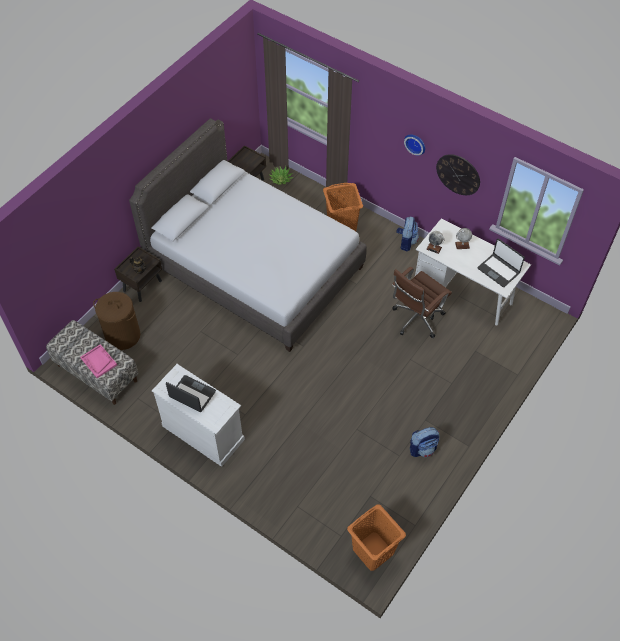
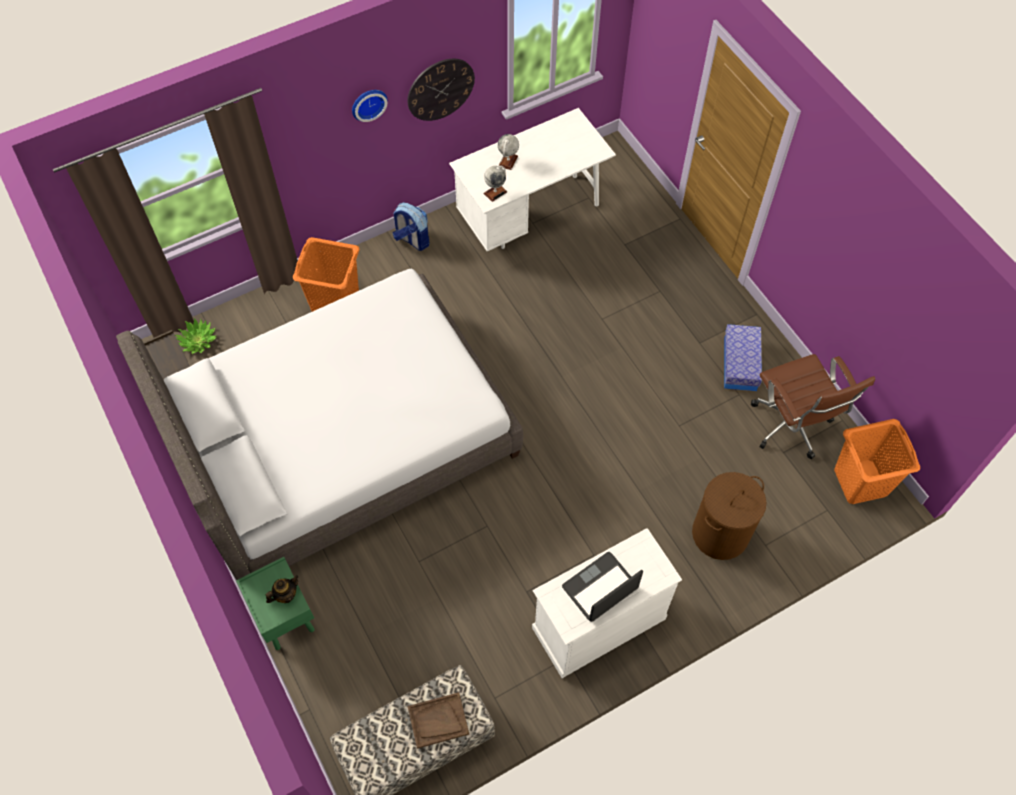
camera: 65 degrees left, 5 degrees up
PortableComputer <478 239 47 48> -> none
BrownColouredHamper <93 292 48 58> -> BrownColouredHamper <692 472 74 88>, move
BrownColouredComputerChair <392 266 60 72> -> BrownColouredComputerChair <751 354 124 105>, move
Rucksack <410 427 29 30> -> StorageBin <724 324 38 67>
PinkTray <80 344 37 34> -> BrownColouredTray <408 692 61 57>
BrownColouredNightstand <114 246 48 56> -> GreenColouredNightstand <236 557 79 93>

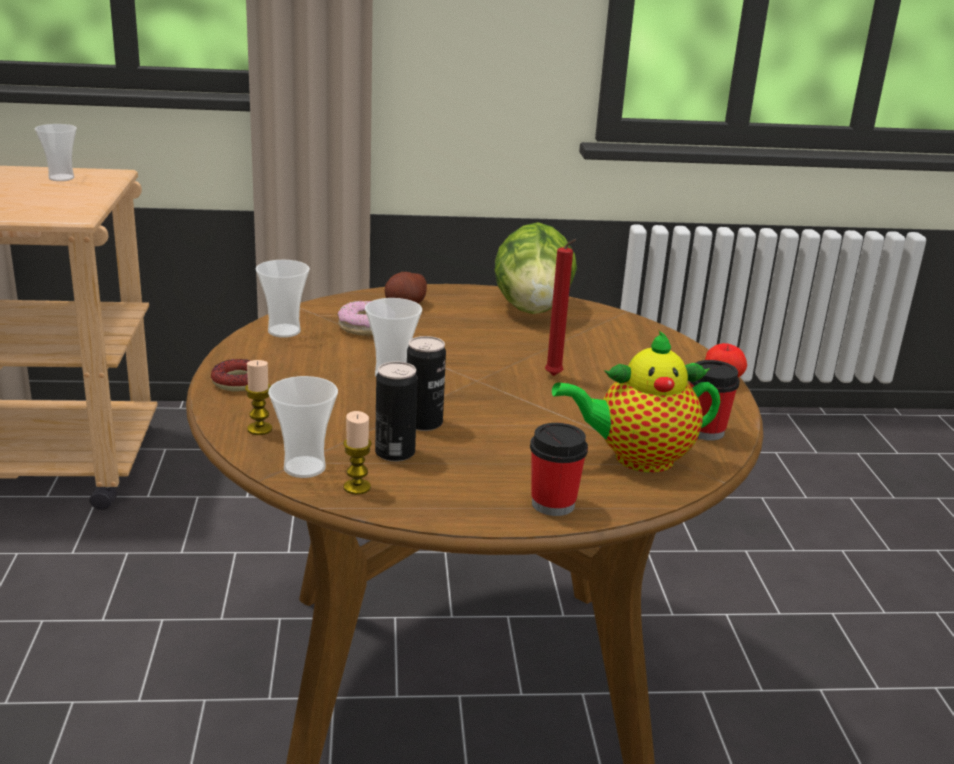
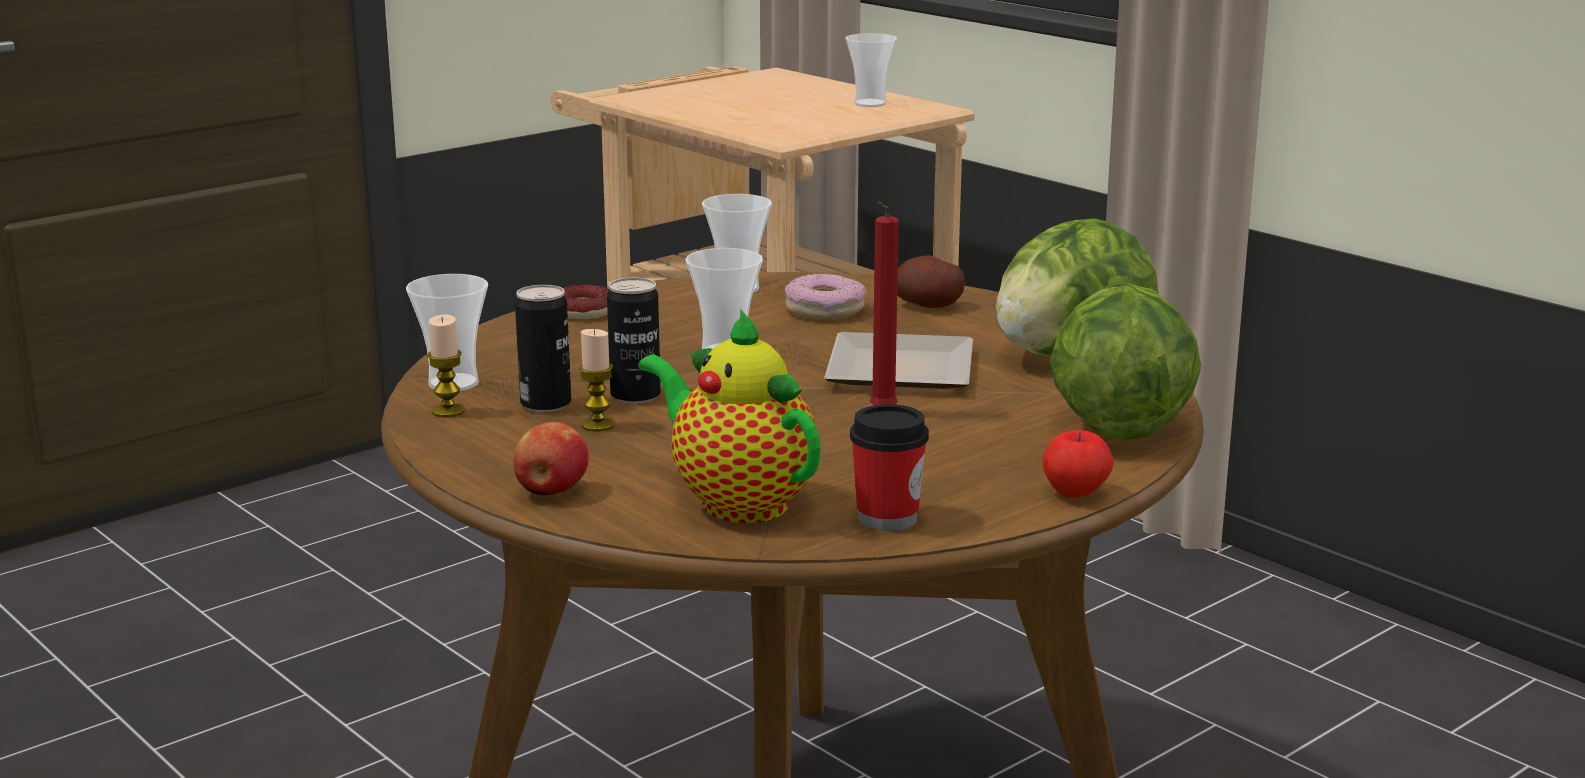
camera: 55 degrees right, 5 degrees down
none -> DinnerPlate <824 332 149 57>
none -> HeadOfLettuce <1050 283 151 159>
WaxCandle <245 360 27 75> -> WaxCandle <579 329 36 103>, move
DrinkingCup <530 423 58 93> -> Apple <513 422 76 74>

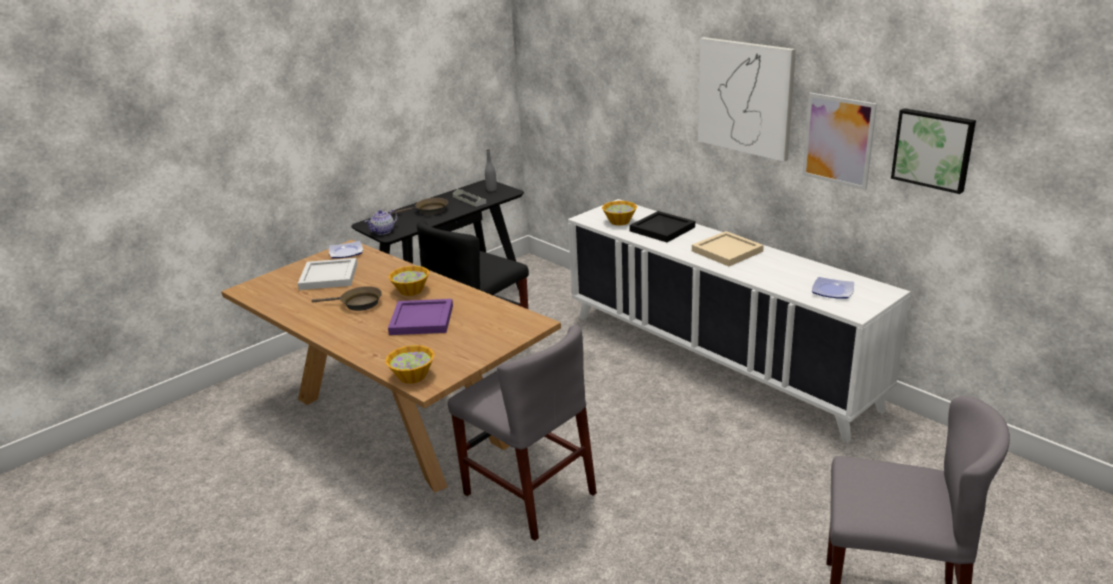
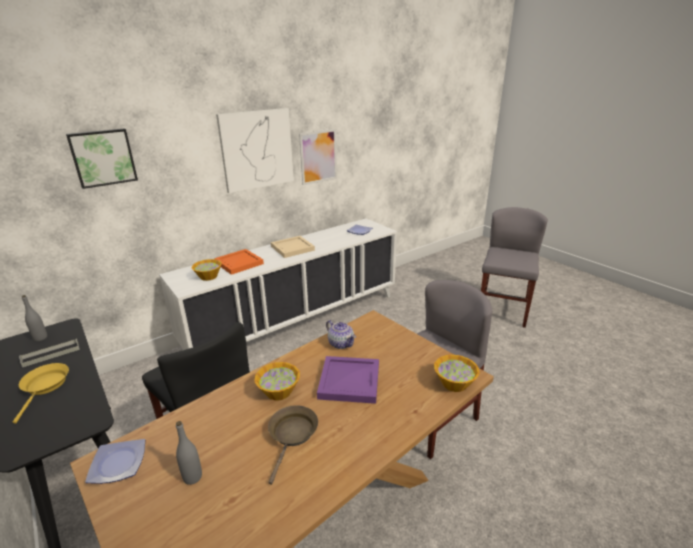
camera: 85 degrees left, 0 degrees up
TeaPot <364 210 34 25> -> TeaPot <326 320 30 29>, move
WallPicture <891 108 85 86> -> WallPicture <66 129 72 60>, move
WhitishTray <298 258 59 32> -> GreyBottle <176 421 26 64>
BrownColouredSkillet <391 198 57 17> -> YellowSkillet <13 363 56 61>
BlackishTray <629 211 66 31> -> OrangeColouredTray <214 249 50 26>

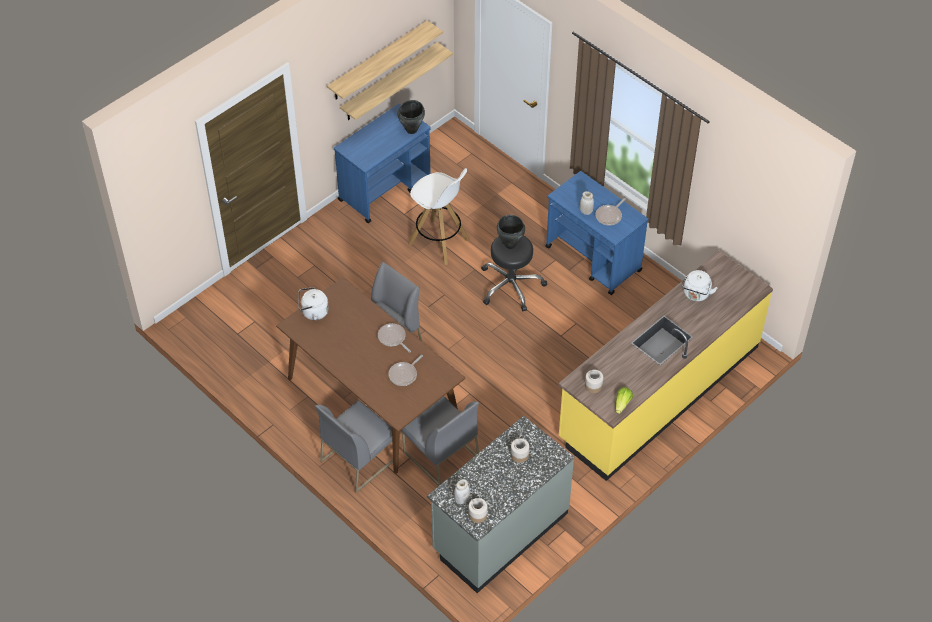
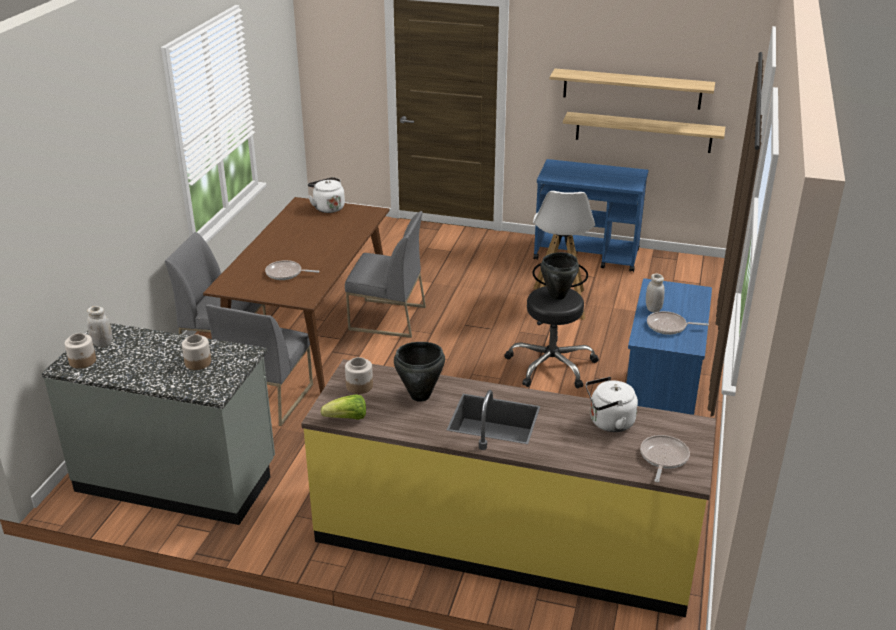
camera: 60 degrees right, 20 degrees down
Skillet <378 323 33 30> -> Skillet <640 435 50 47>, move
BlackishCookingPot <397 100 28 34> -> BlackishCookingPot <394 342 51 60>, move

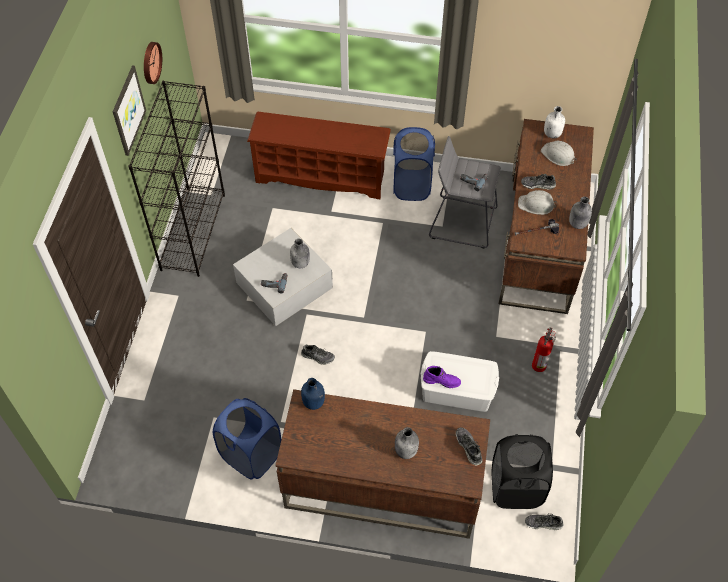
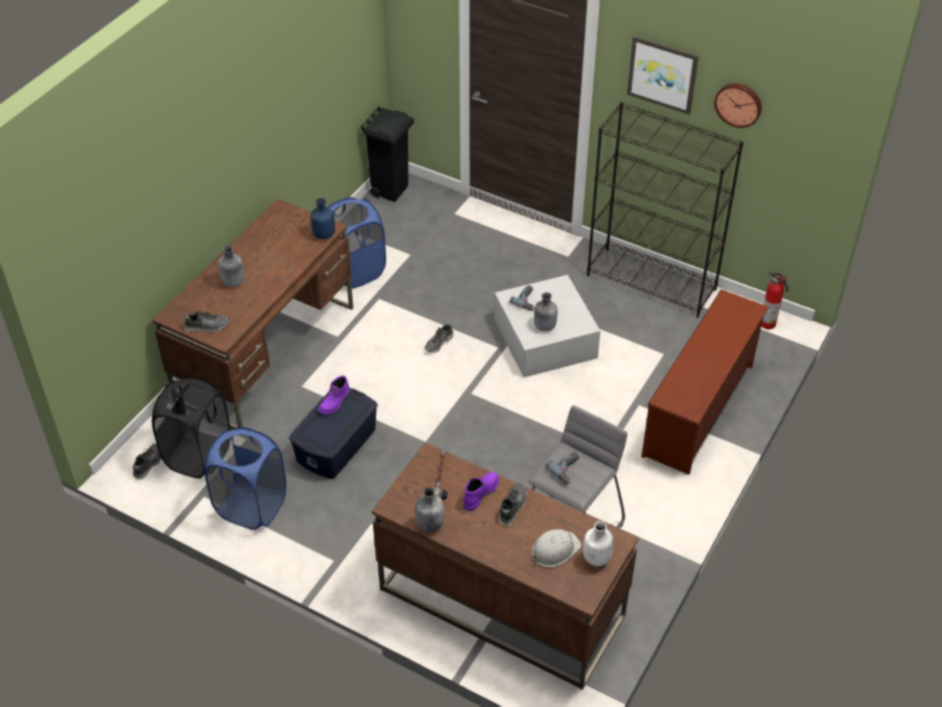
camera: 110 degrees right, 10 degrees down
none -> BlackishTrashCan <361 106 53 96>
BlueHamper <393 127 42 74> -> BlueHamper <205 427 81 103>, move
Extinguisher <532 327 24 45> -> Extinguisher <761 272 28 58>, move
WhitishHardHat <518 190 39 25> -> PurpleColouredHighTopBoot <463 472 36 39>
WhitishStorageBin <420 351 79 61> -> BlueStorageBin <289 388 89 91>

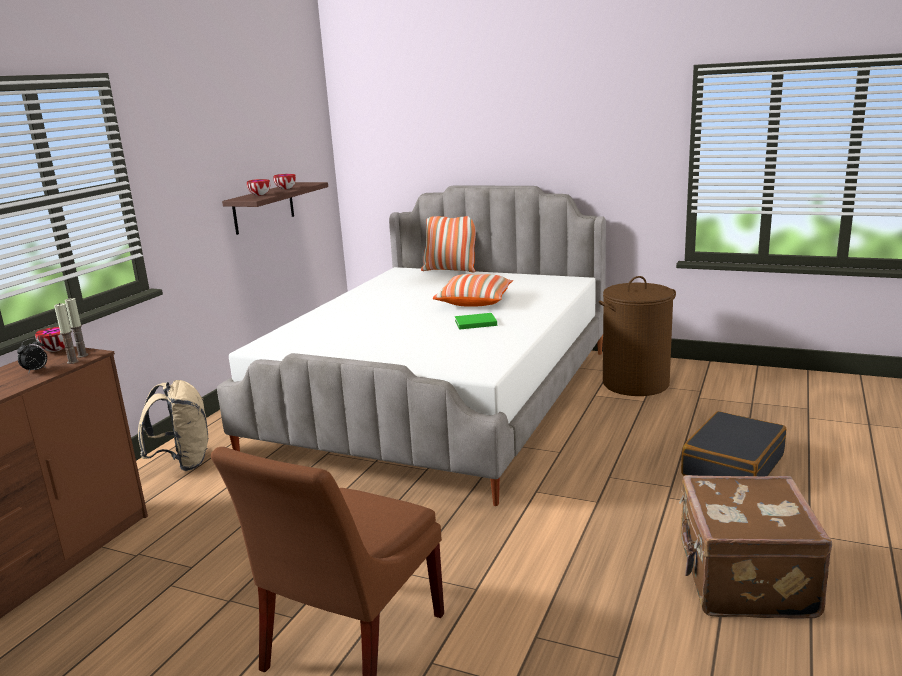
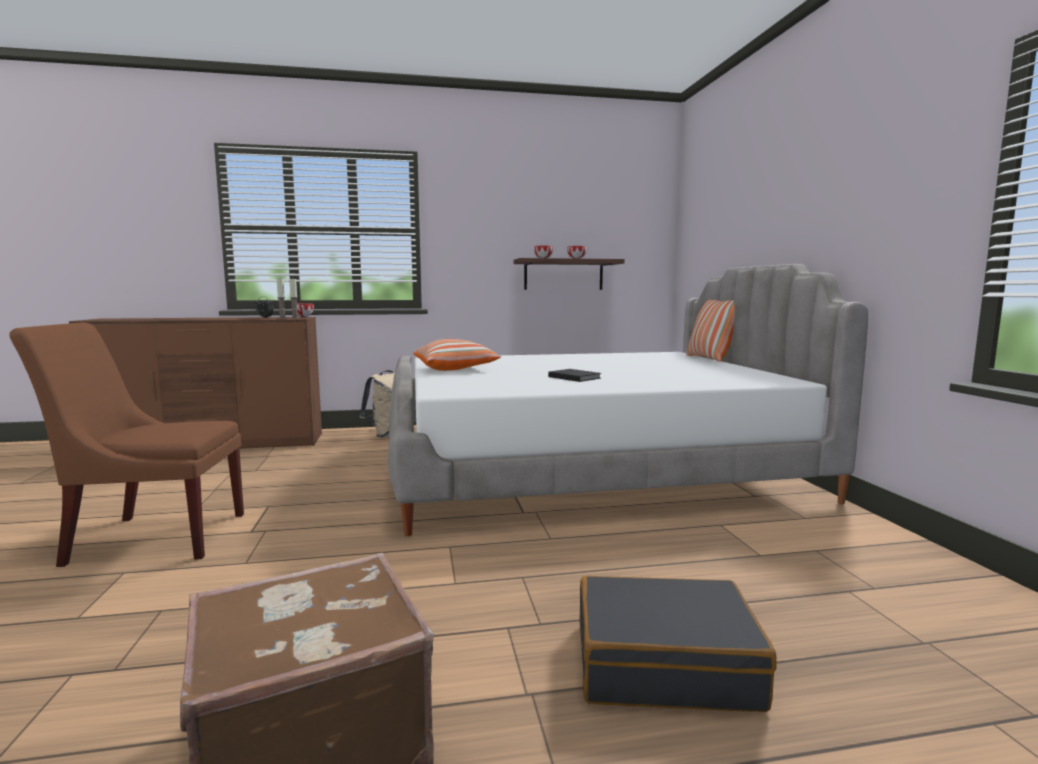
camera: 55 degrees right, 10 degrees down
BrownColouredHamper <599 276 77 120> -> none
Pillow <433 274 80 33> -> Pillow <413 339 88 32>, move
GreenColouredBook <455 313 42 17> -> BlackishBook <548 369 53 13>

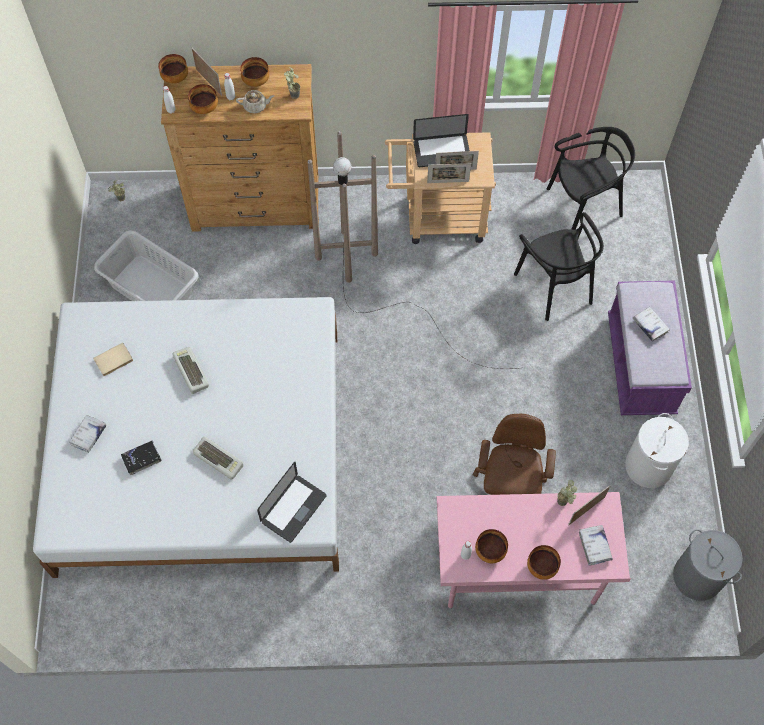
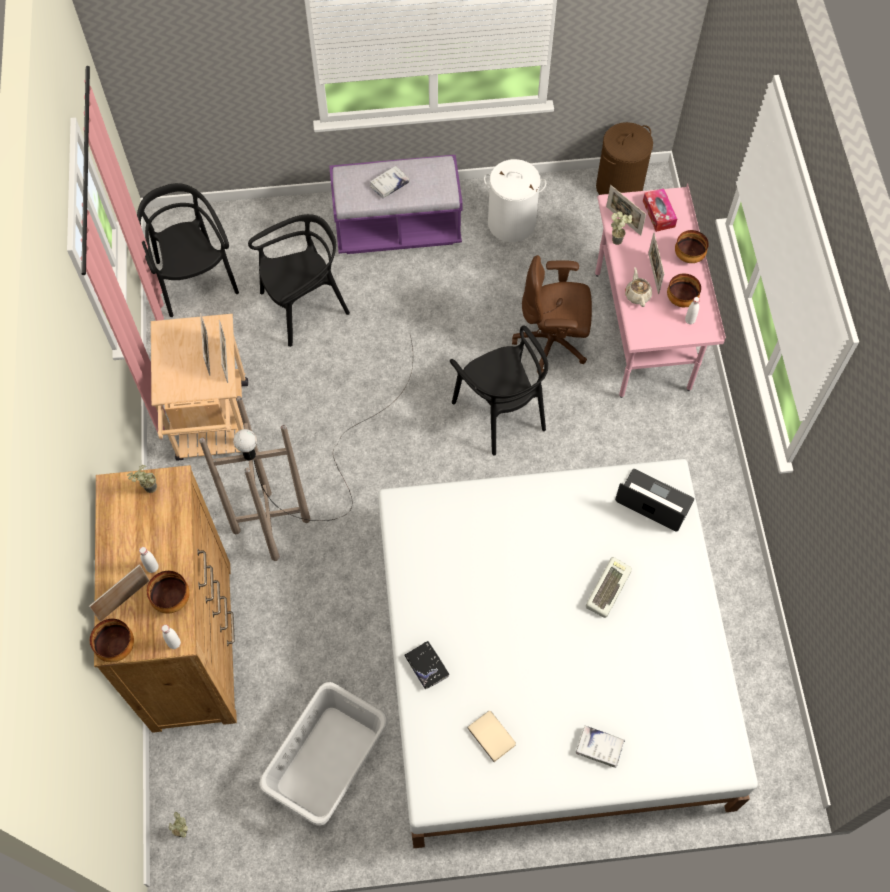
camera: 95 degrees left, 0 degrees up
ComputerKeyboard <172 347 37 47> -> none
DeepDish <240 57 29 30> -> none
PortableComputer <413 114 57 53> -> none
none -> BlackishUprightChair <450 326 98 129>
none -> StandingFrame <648 233 17 61>
BlackishBook <121 441 40 34> -> BlackishBook <405 640 44 49>, move
BeigeColouredTeaPot <236 90 38 23> -> BeigeColouredTeaPot <625 267 27 40>, move
WhitishBook <579 525 34 40> -> TissueHolder <643 188 34 44>
GreyHamper <673 529 70 72> -> BrownColouredHamper <596 122 57 73>

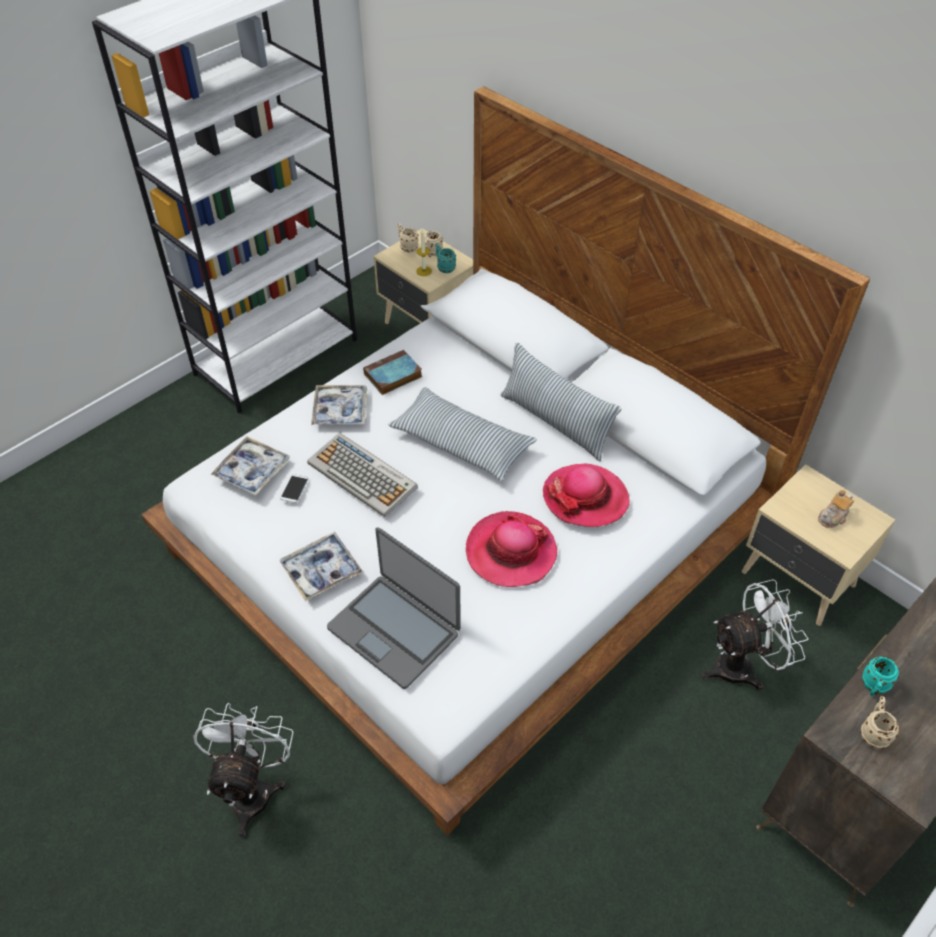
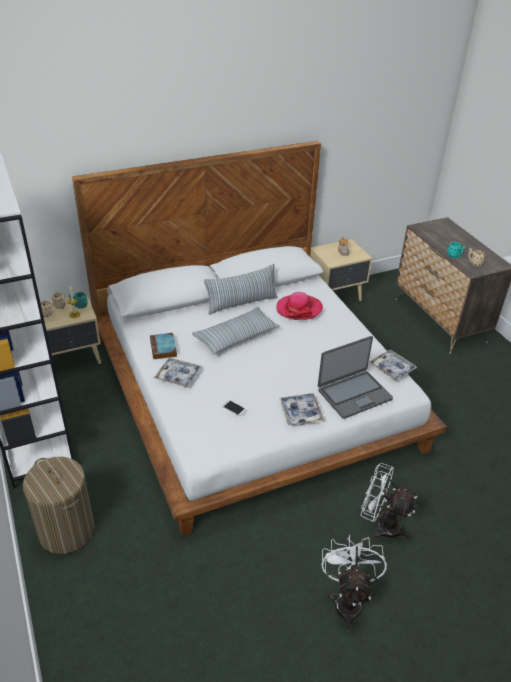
camera: 70 degrees left, 10 degrees down
ComputerKeyboard <307 433 111 84> -> none
ClothingHat <466 511 92 76> -> none
none -> Hamper <23 457 71 97>
Tray <210 437 80 59> -> Tray <369 350 49 31>, move
WhitishCoolingFan <702 579 107 112> -> WhitishCoolingFan <322 535 65 97>, move

